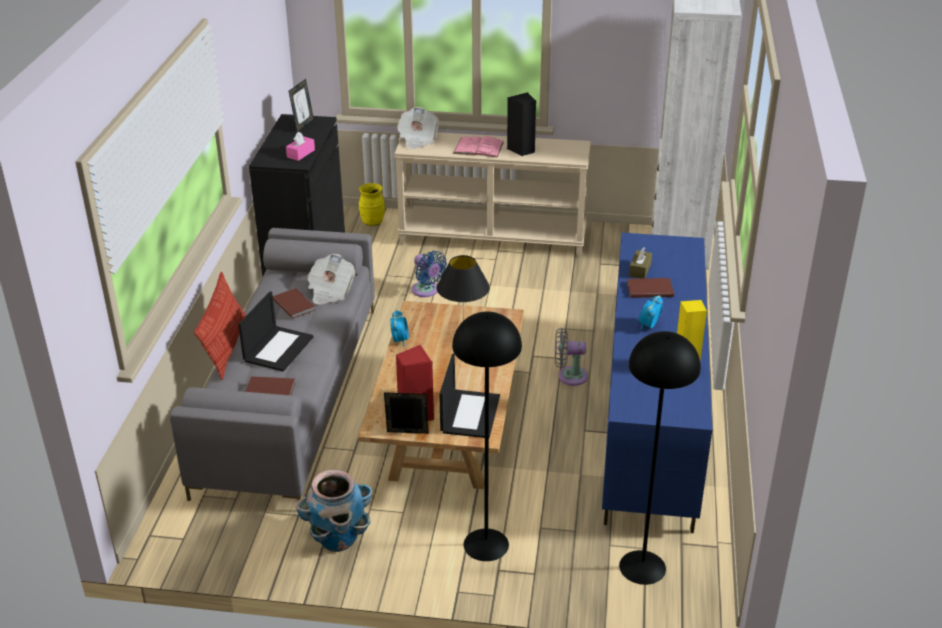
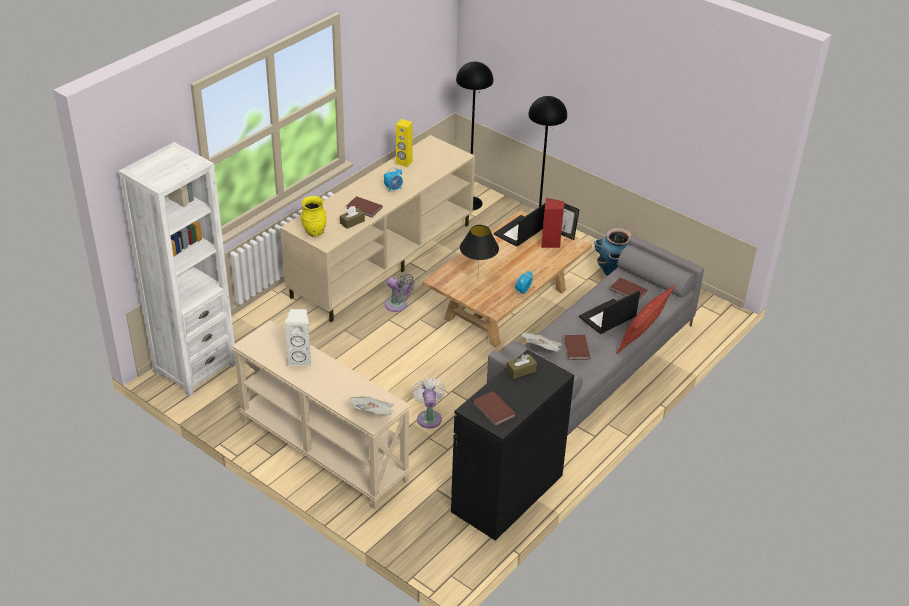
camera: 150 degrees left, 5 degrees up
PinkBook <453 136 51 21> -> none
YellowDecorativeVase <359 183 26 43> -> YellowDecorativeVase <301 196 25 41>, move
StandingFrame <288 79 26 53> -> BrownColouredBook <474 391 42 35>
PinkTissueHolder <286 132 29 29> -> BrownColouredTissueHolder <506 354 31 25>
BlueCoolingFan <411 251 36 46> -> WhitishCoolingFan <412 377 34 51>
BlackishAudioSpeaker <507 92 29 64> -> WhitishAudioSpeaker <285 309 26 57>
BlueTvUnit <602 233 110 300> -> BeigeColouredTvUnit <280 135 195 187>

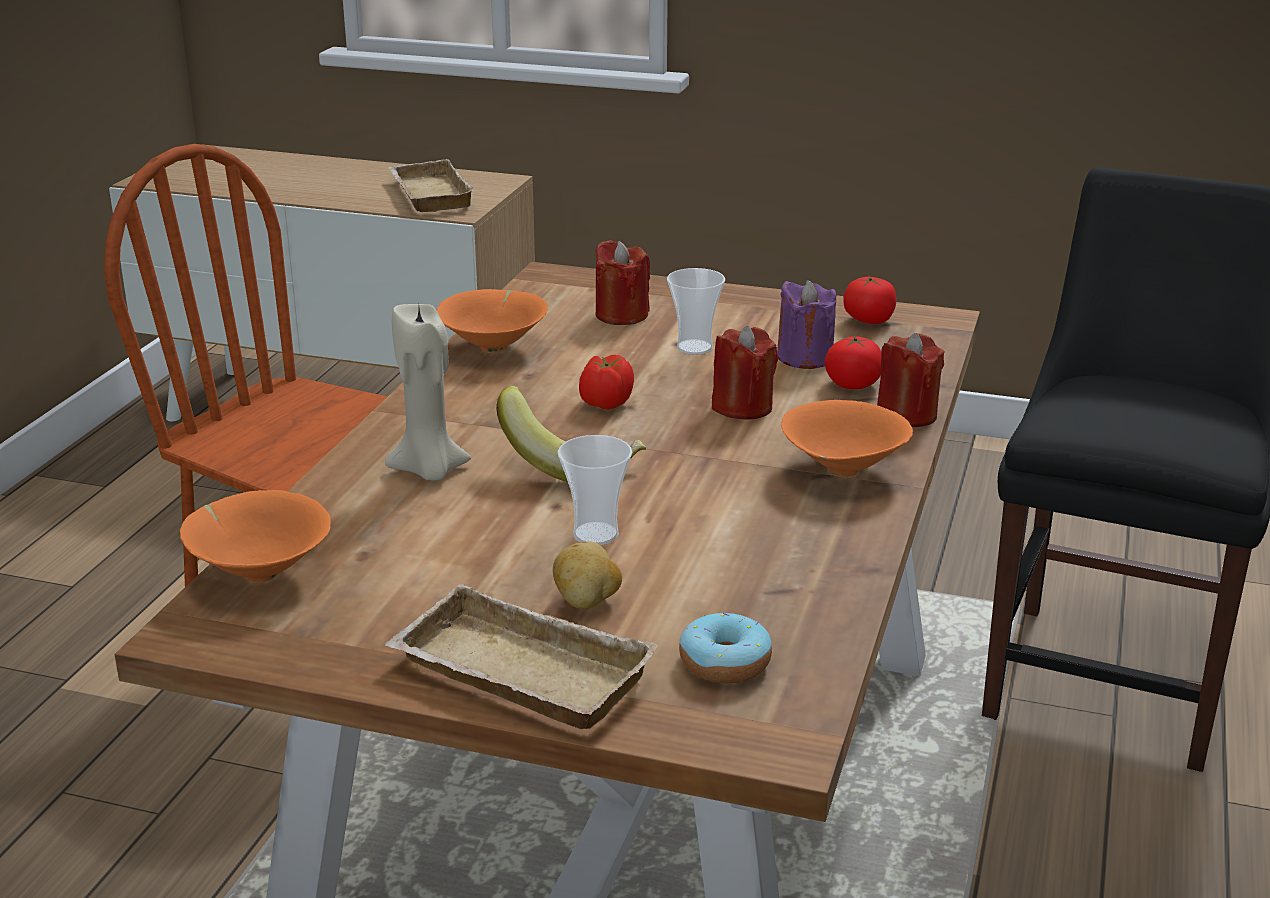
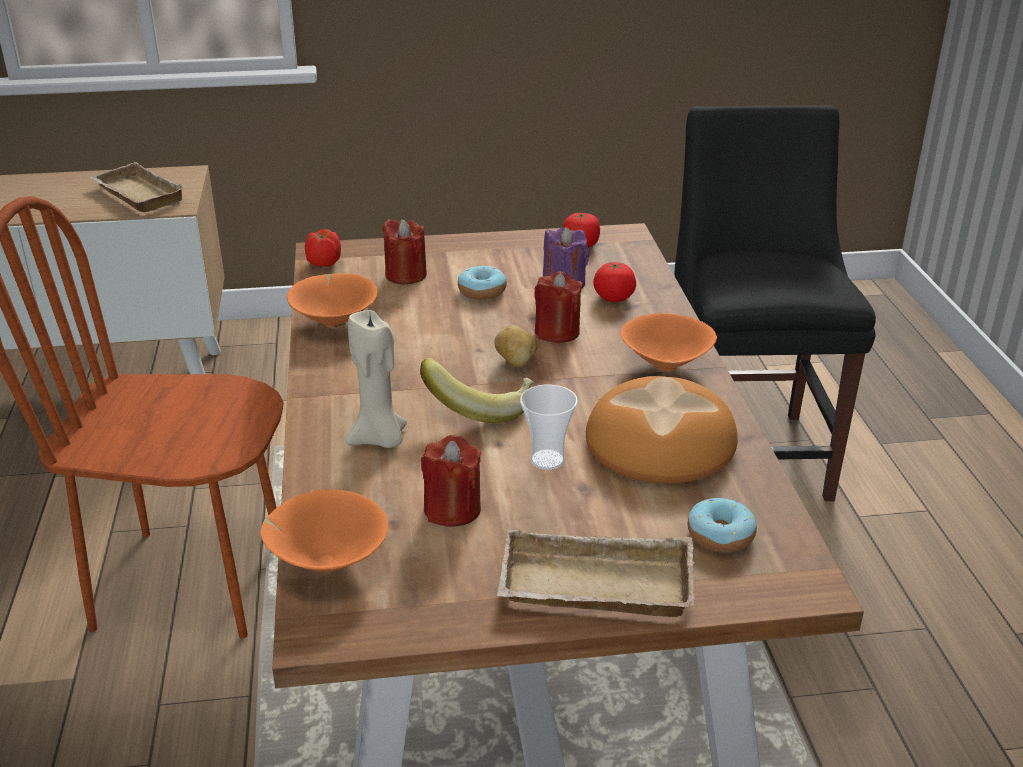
camera: 25 degrees left, 5 degrees up
none -> BakedBread <586 376 152 108>
Spud <553 541 69 68> -> Spud <495 325 42 42>, move
WholeTomato <579 355 55 55> -> WholeTomato <305 229 36 38>, move
RedWaxCandle <877 333 68 94> -> RedWaxCandle <421 435 61 92>, move
DrinkingCup <667 268 58 87> -> Doughnut <458 266 49 34>

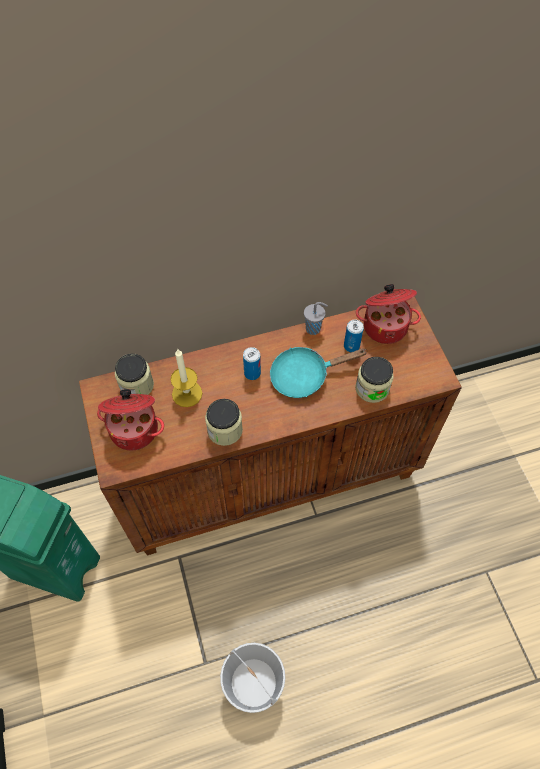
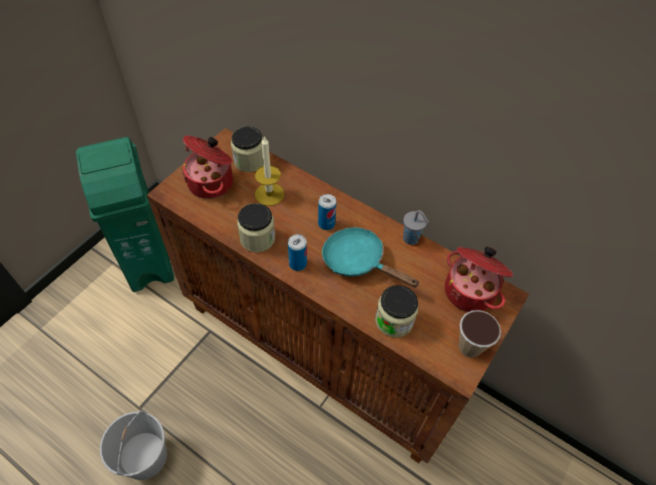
camera: 50 degrees right, 5 degrees down
none -> DrinkingCup <459 310 42 48>
SealedCan <344 320 20 32> -> SealedCan <288 234 19 37>, move

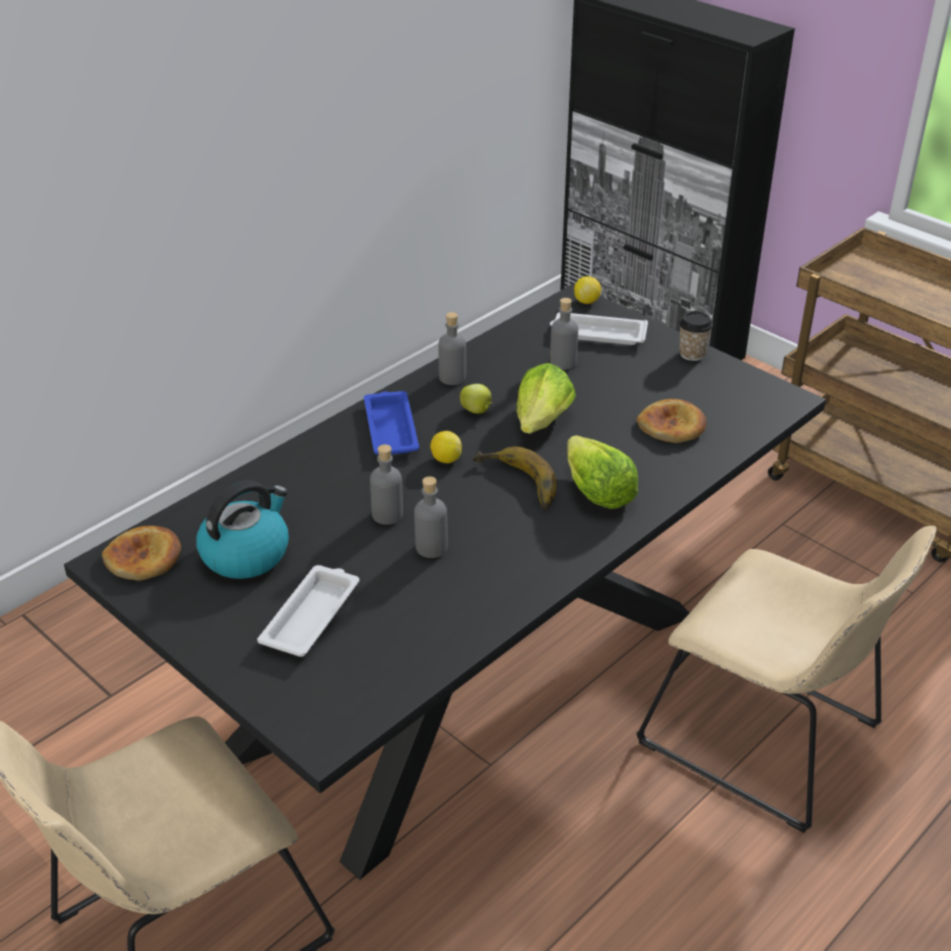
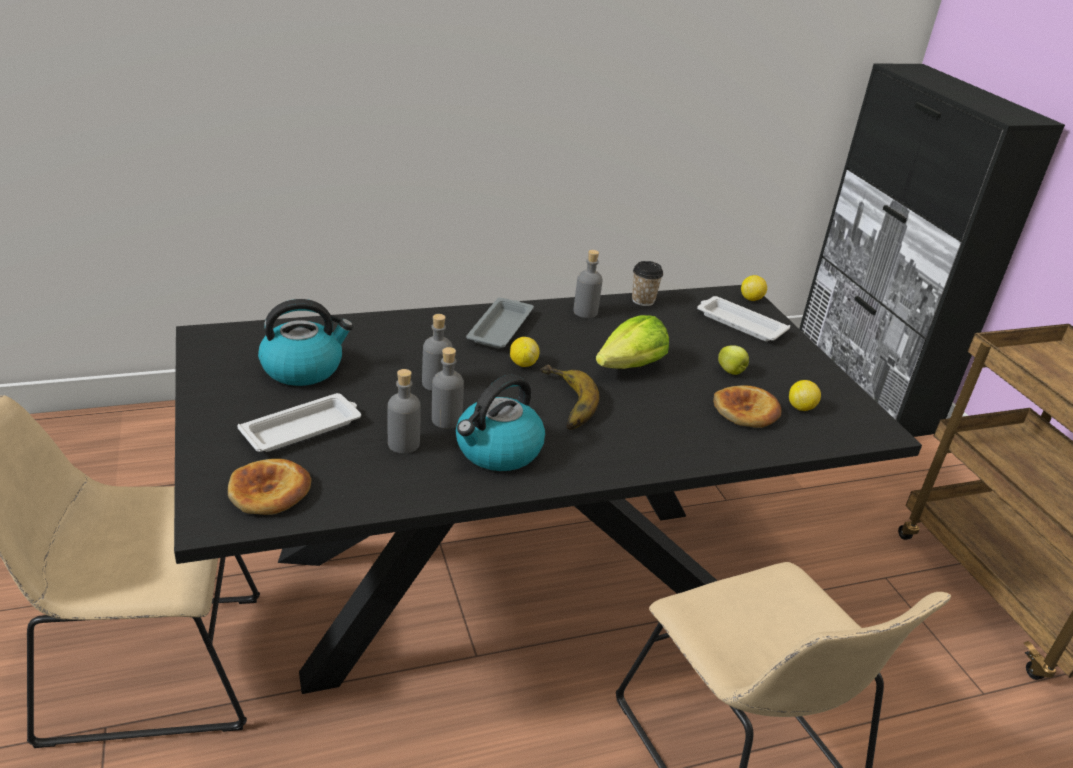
camera: 25 degrees right, 5 degrees down
HeadOfLettuce <567 435 71 74> -> none
none -> TeaKettle <456 374 89 97>
none -> WholeLemon <789 380 32 31>
BakedBread <102 526 79 55> -> BakedBread <228 459 83 56>, move
Apple <460 384 32 29> -> Apple <718 345 31 30>, move
GreyBottle <550 298 28 72> -> GreyBottle <388 369 33 85>, move
DrinkingCup <679 311 34 50> -> DrinkingCup <632 261 31 45>, move
BlueTray <364 391 55 64> -> GreyTray <466 298 68 51>

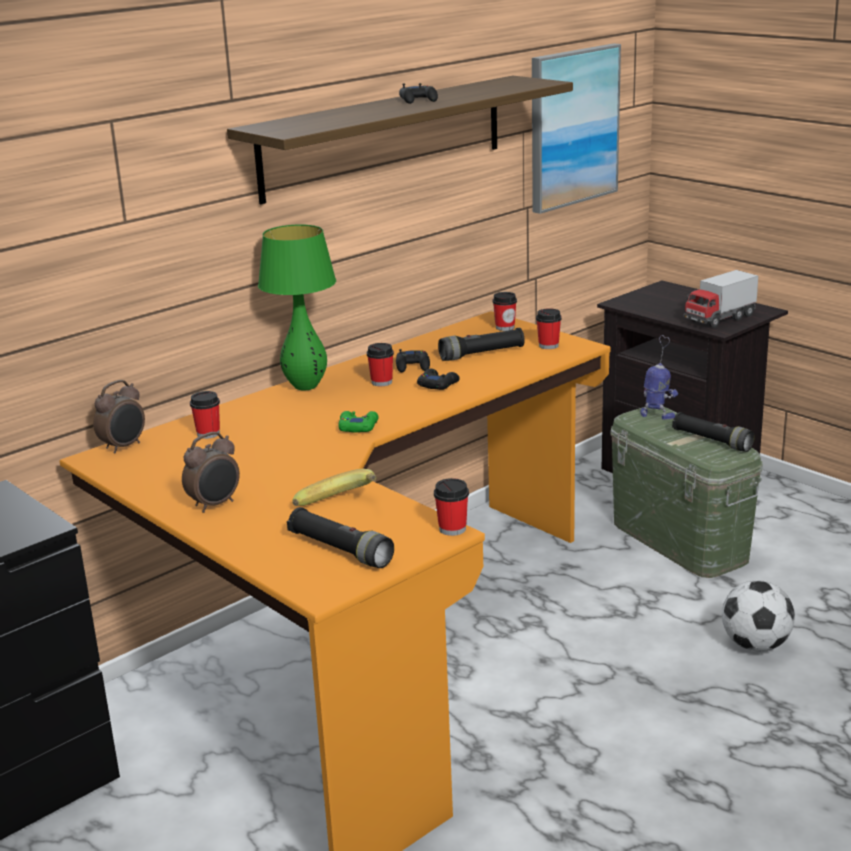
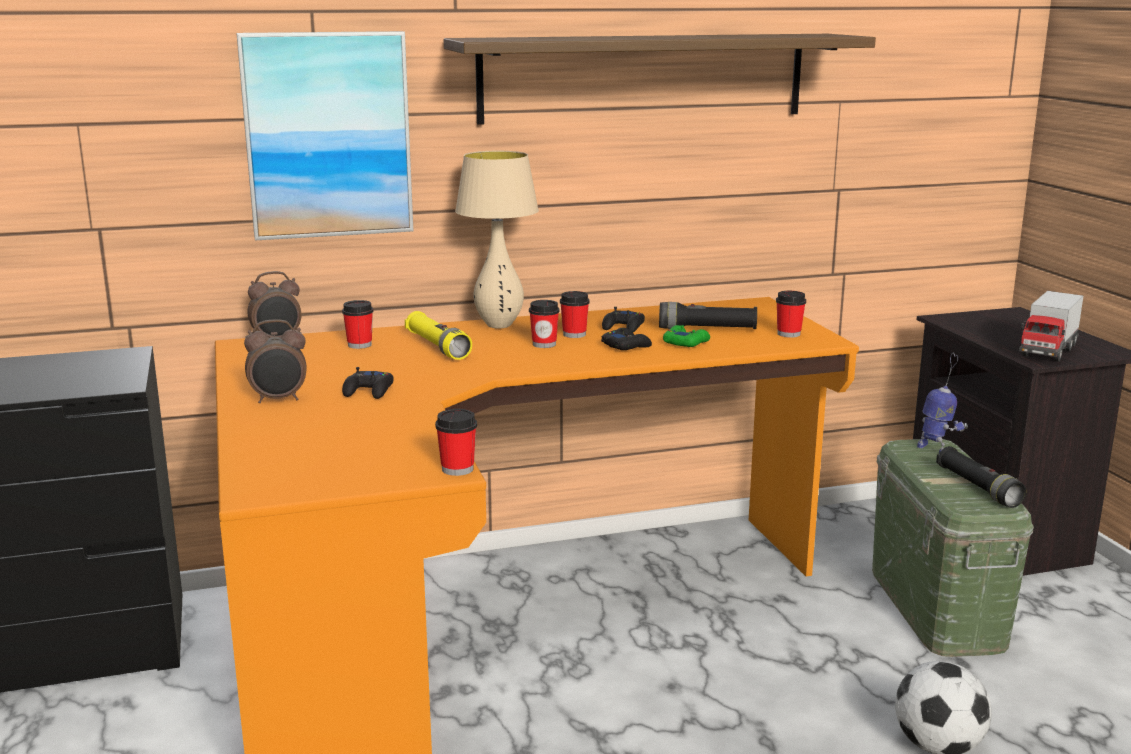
camera: 25 degrees right, 5 degrees down
BlackishFlashlight <287 507 107 61> -> none
Banana <292 469 85 37> -> none
none -> YellowFlashlight <405 311 67 49>
GreenColouredGameController <338 411 41 22> -> GreenColouredGameController <663 325 47 22>, move
BlackishGameController <399 83 39 21> -> BlackishGameController <342 367 52 32>, move
DrinkingCup <493 292 24 39> -> DrinkingCup <529 300 31 48>, move
WallPicture <532 43 89 171> -> WallPicture <236 31 177 209>, move
GreenColouredTabletopLamp <258 224 78 166> -> BeigeColouredTabletopLamp <455 151 84 177>
ToyTruck <684 270 74 58> -> ToyTruck <1019 291 64 71>, 45 degrees counterclockwise

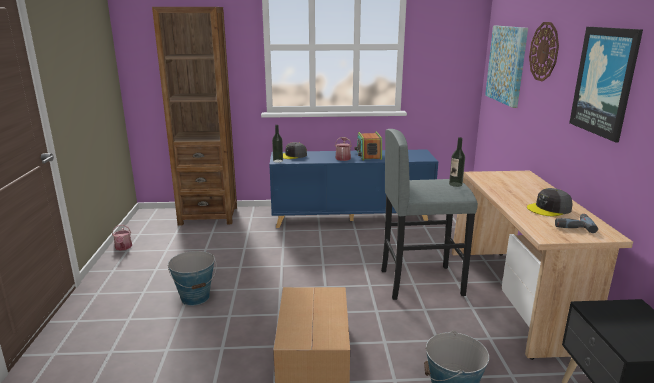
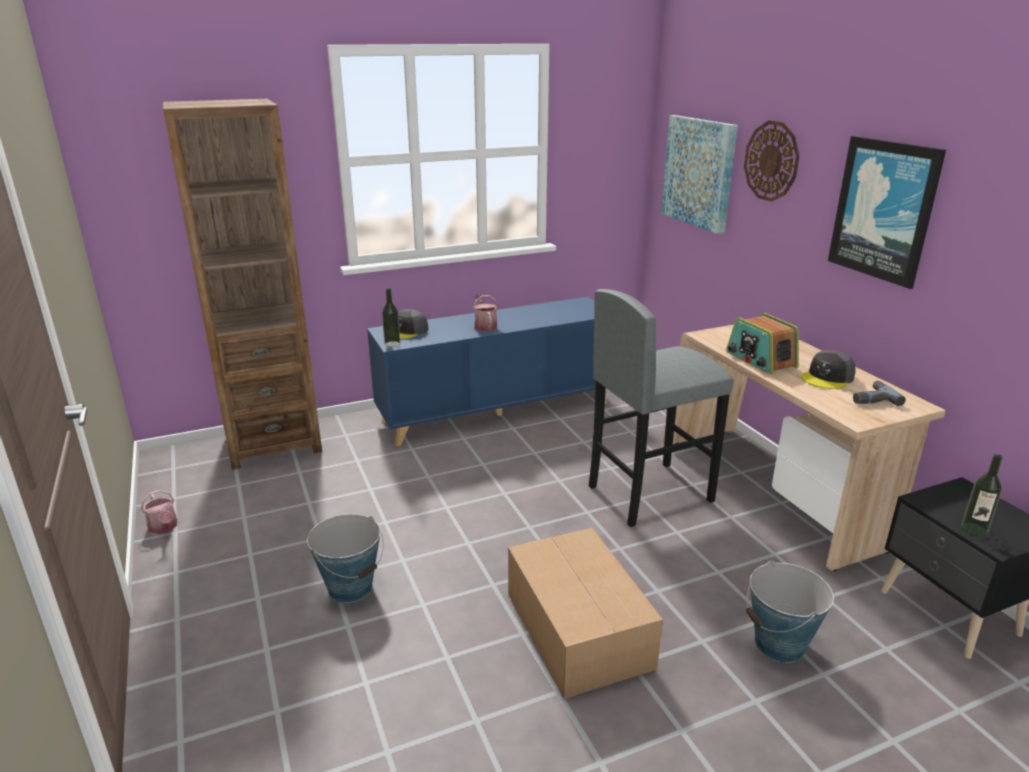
camera: 20 degrees left, 5 degrees up
Radio <355 132 27 29> -> Radio <726 313 73 61>, move
Bottle <449 137 16 50> -> Bottle <961 454 42 83>, move

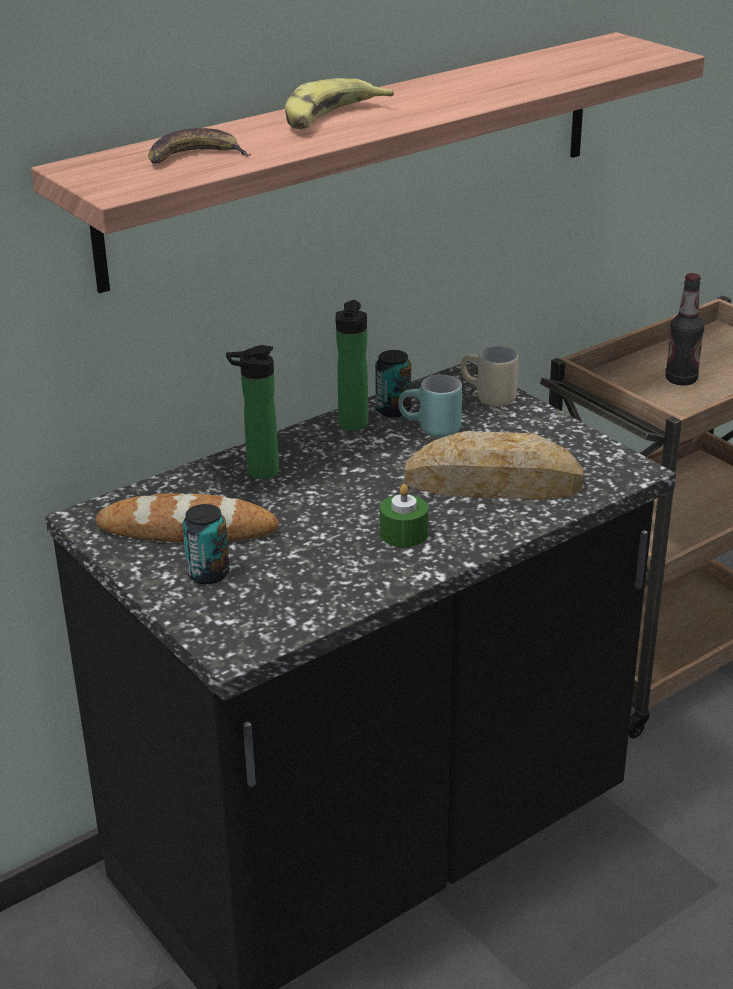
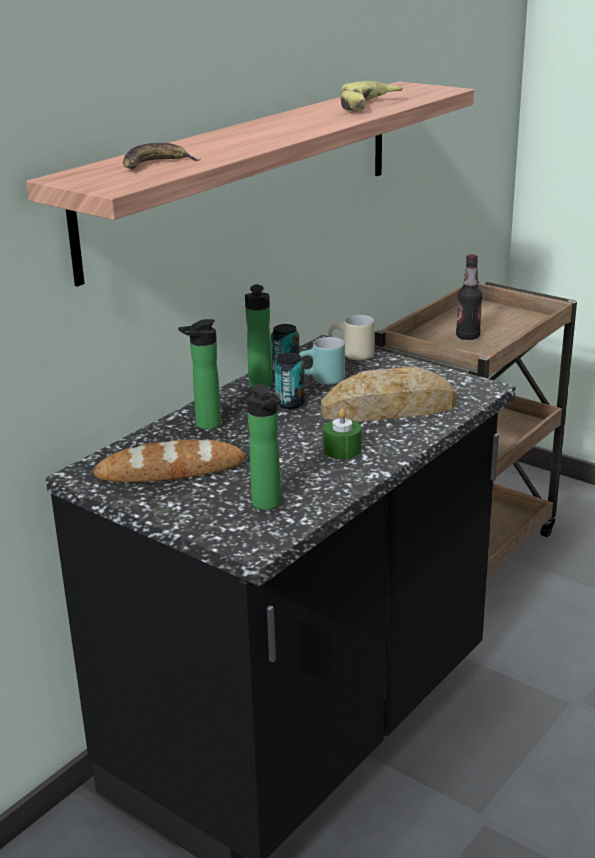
camera: 15 degrees left, 5 degrees down
none -> Bottle <247 384 34 126>
SealedCan <182 504 47 80> -> SealedCan <274 353 31 56>, move
Banana <285 78 109 52> -> Banana <341 81 62 30>, move

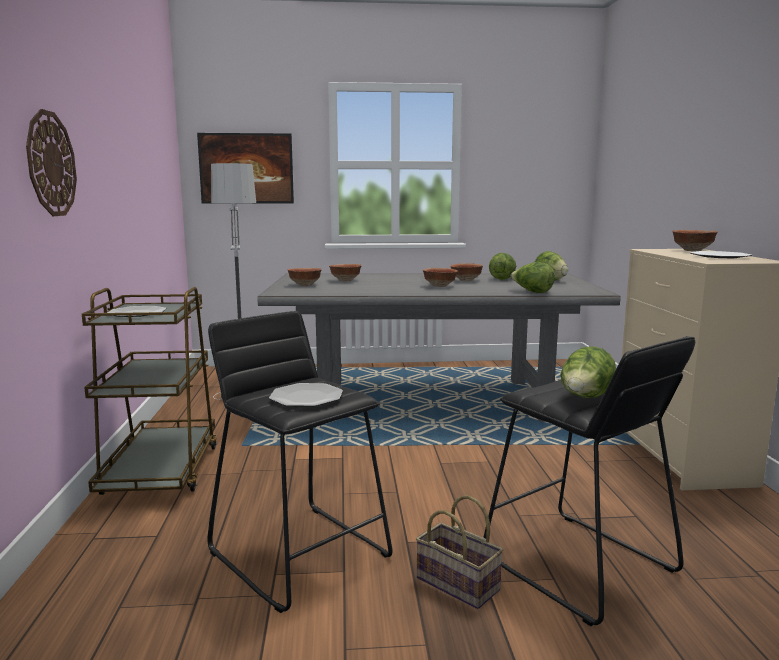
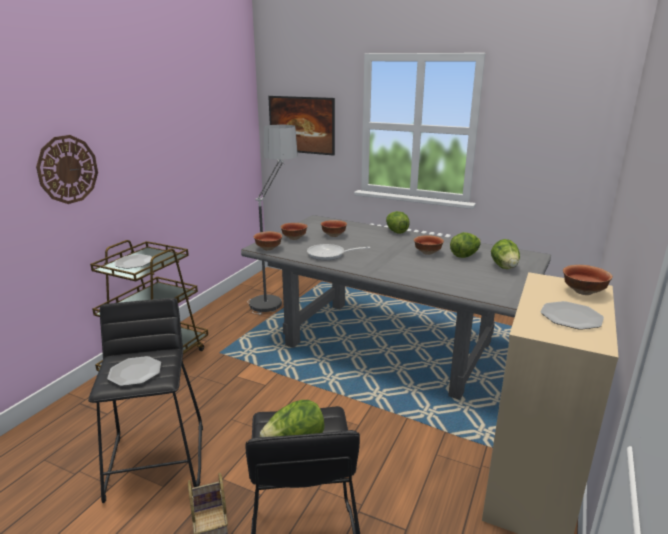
camera: 30 degrees right, 10 degrees up
none -> Skillet <307 244 63 16>
DeepDish <423 268 35 19> -> DeepDish <254 231 28 19>, move
HeadOfLettuce <511 262 44 31> -> HeadOfLettuce <386 211 24 23>, move

